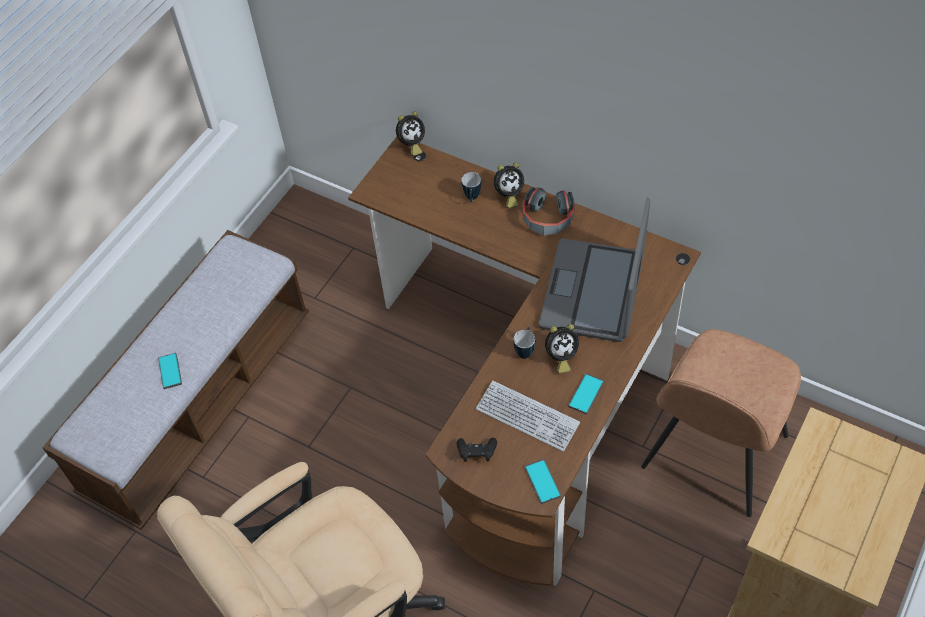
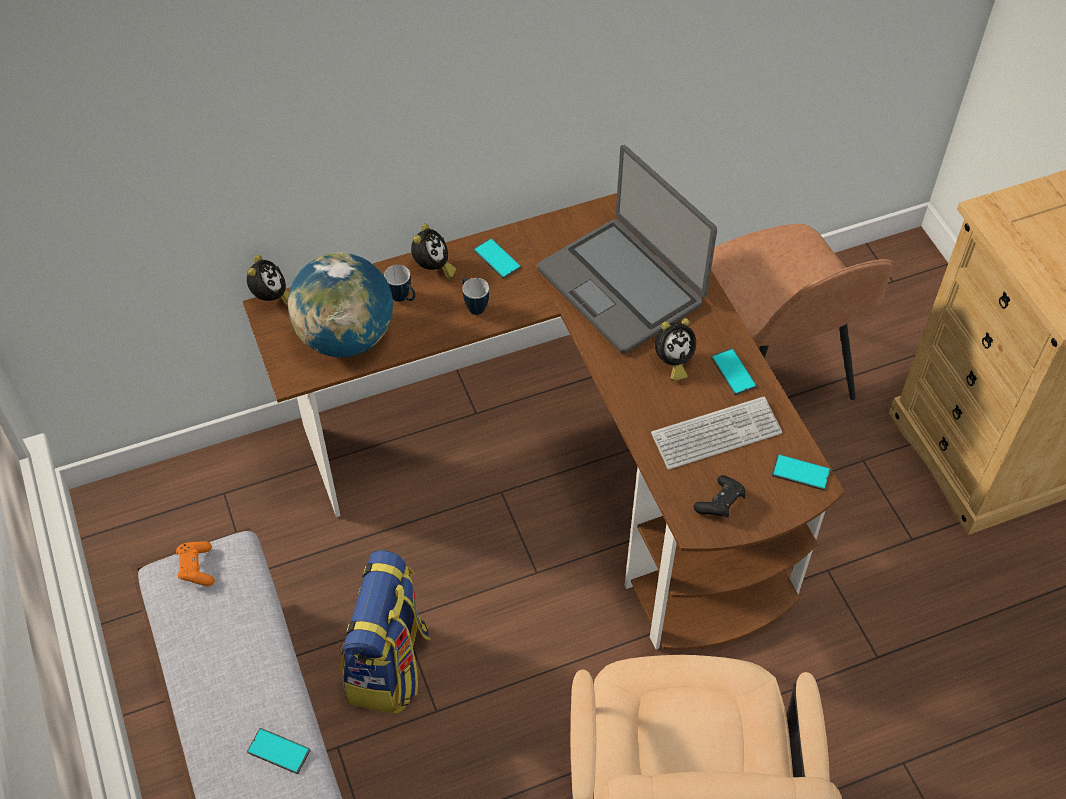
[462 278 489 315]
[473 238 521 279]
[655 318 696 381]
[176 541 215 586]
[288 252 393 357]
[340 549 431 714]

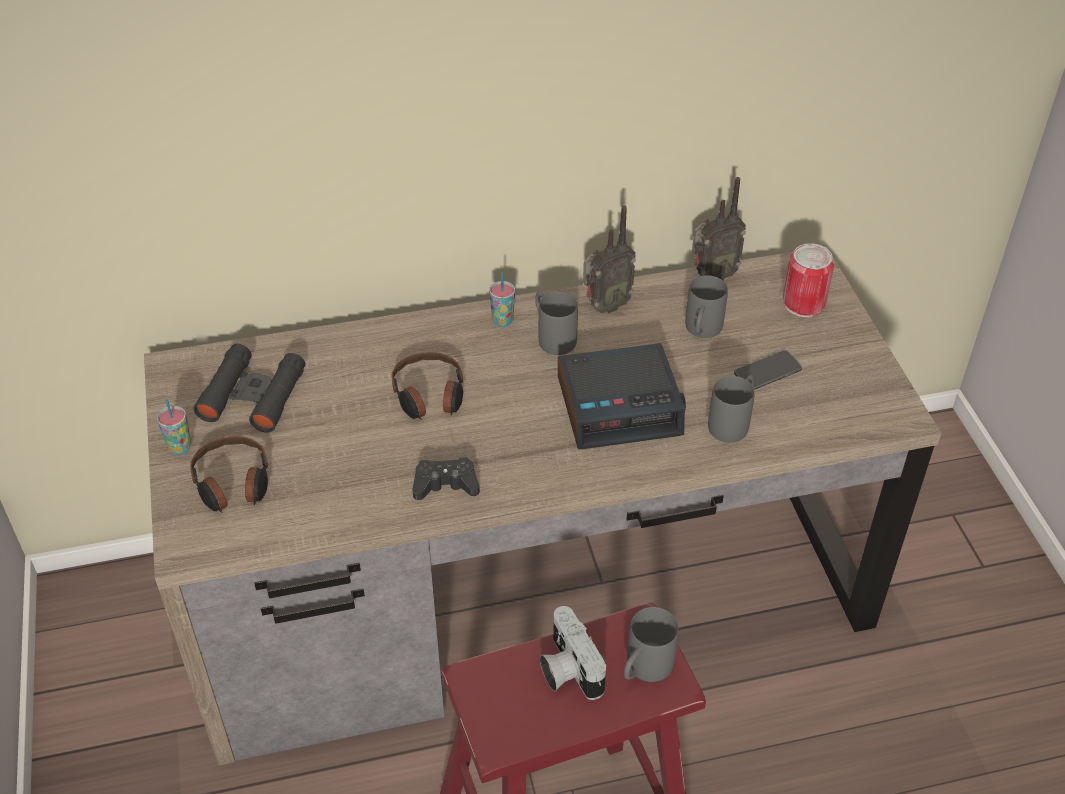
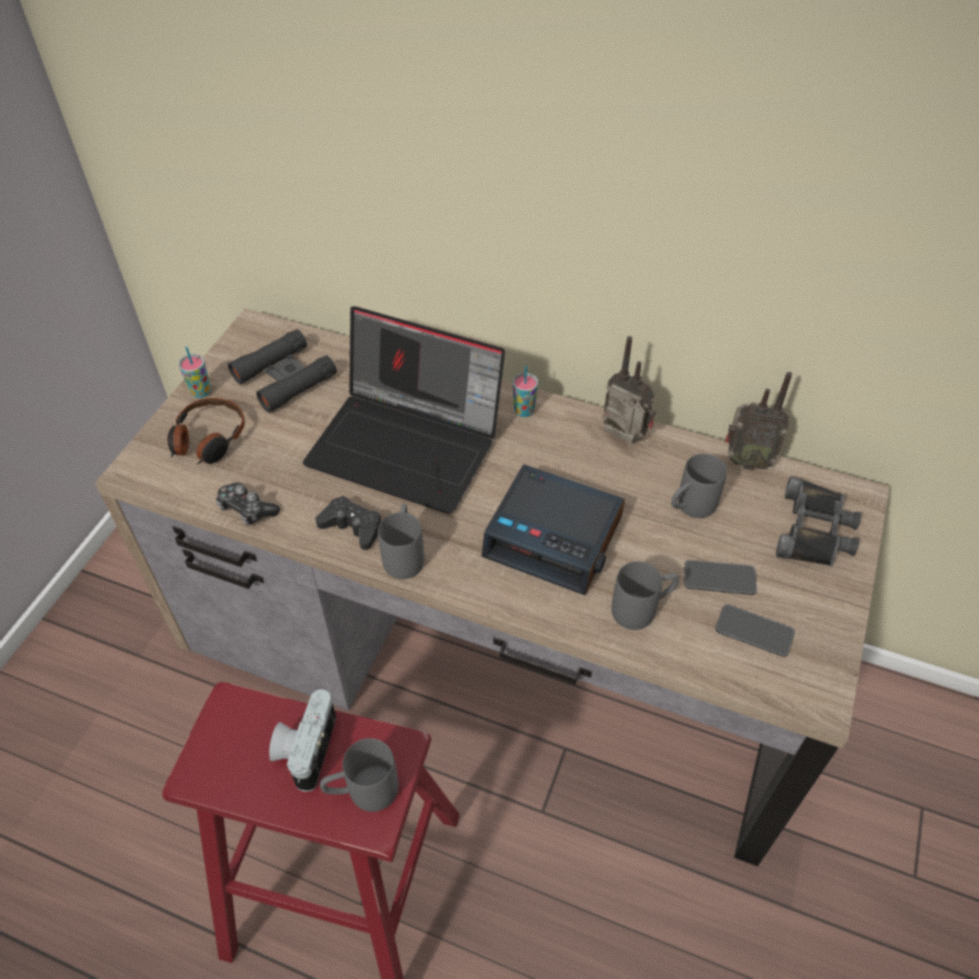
[303 306 505 514]
[378 504 424 579]
[602 336 656 444]
[776 476 861 566]
[216 483 280 526]
[716 604 795 657]

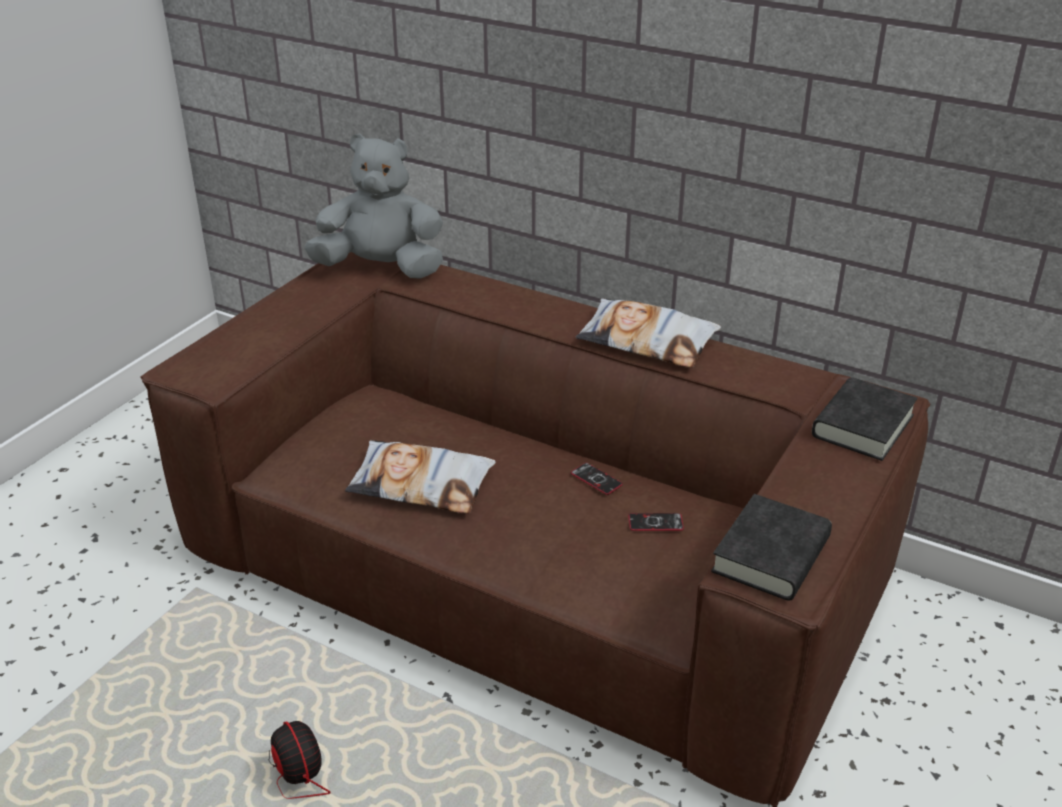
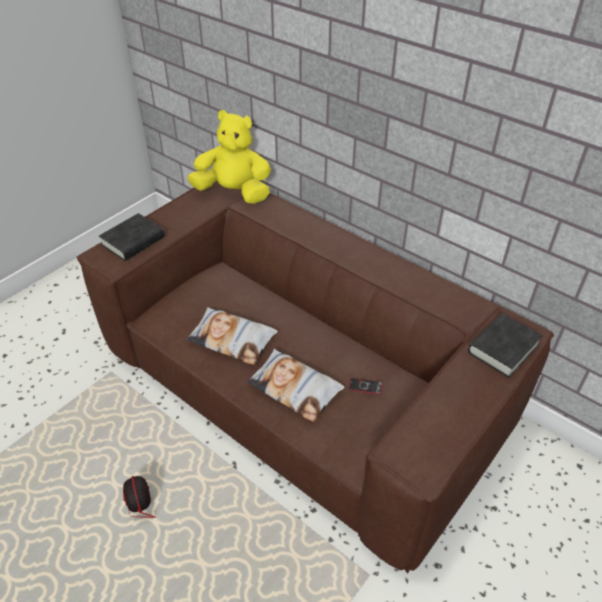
[187 110 271 204]
[571 463 623 495] (first image)
[247 348 345 422]
[99 213 165 261]

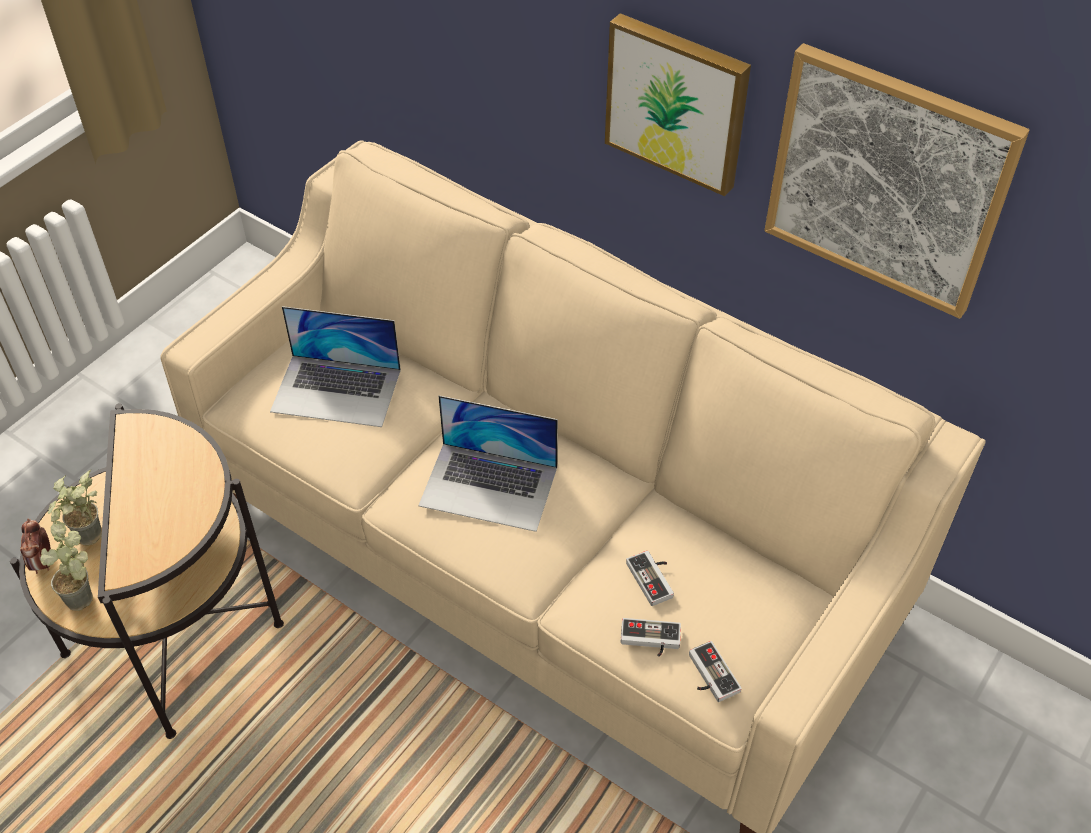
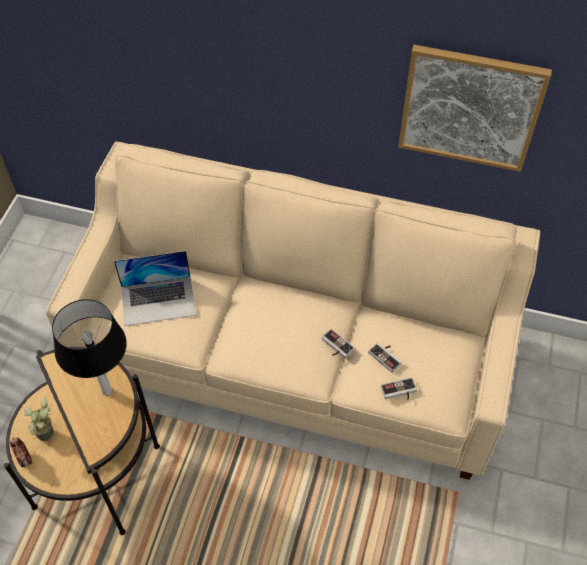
[41 521 93 611] (first image)
[418 396 558 532] (first image)
[605 13 751 196] (first image)
[322 329 355 358]
[52 299 127 395]

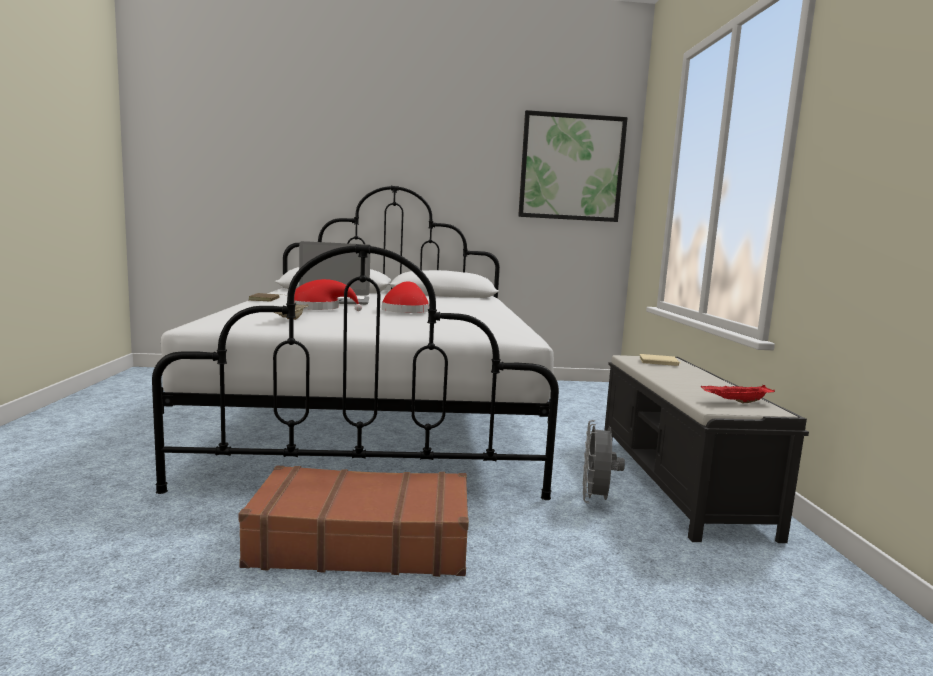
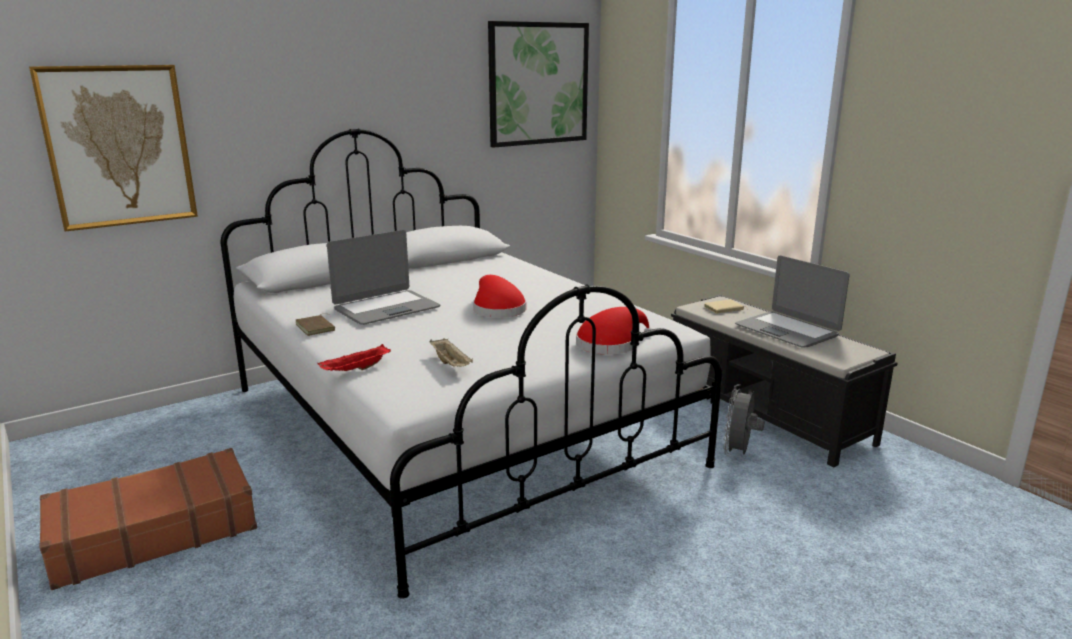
[40 448 257 590]
[576 307 652 355]
[723 384 765 456]
[318 344 391 371]
[29 65 198 231]
[735 255 850 348]

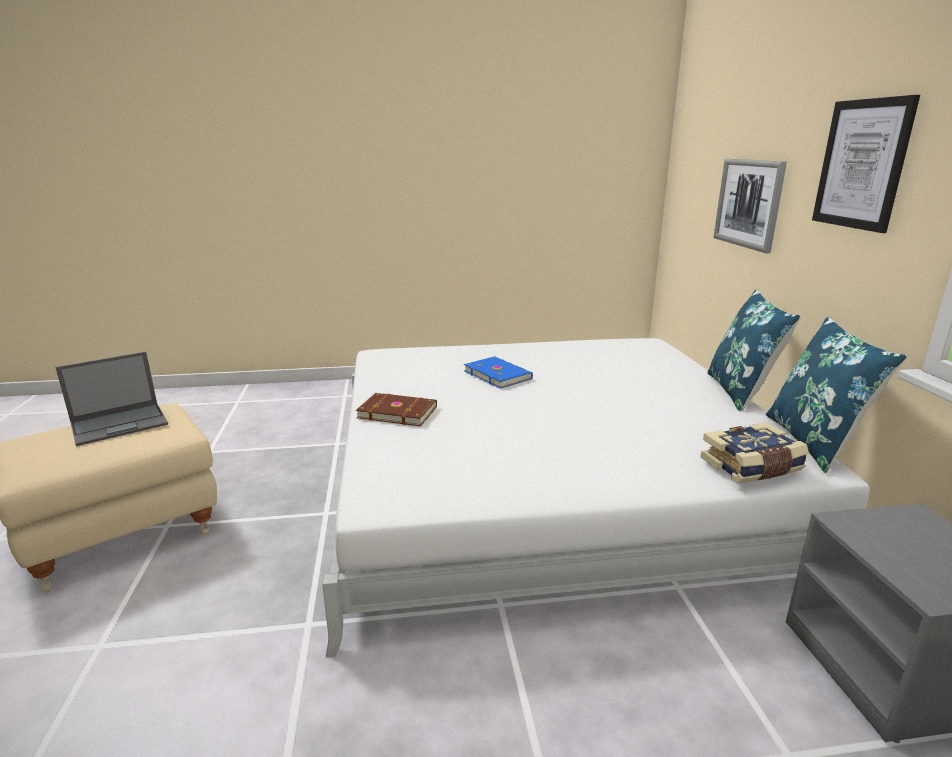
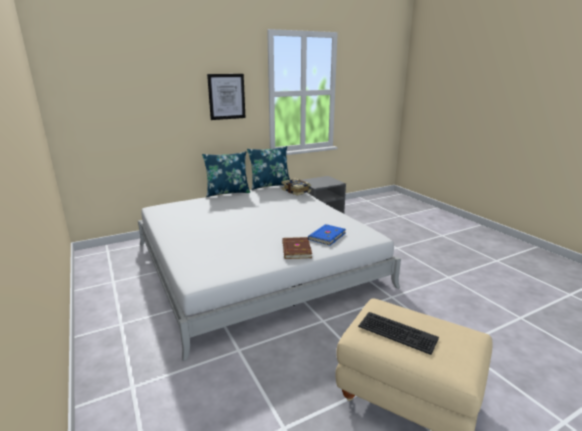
[358 312 439 355]
[308 224 346 246]
[714 159 787 253] (first image)

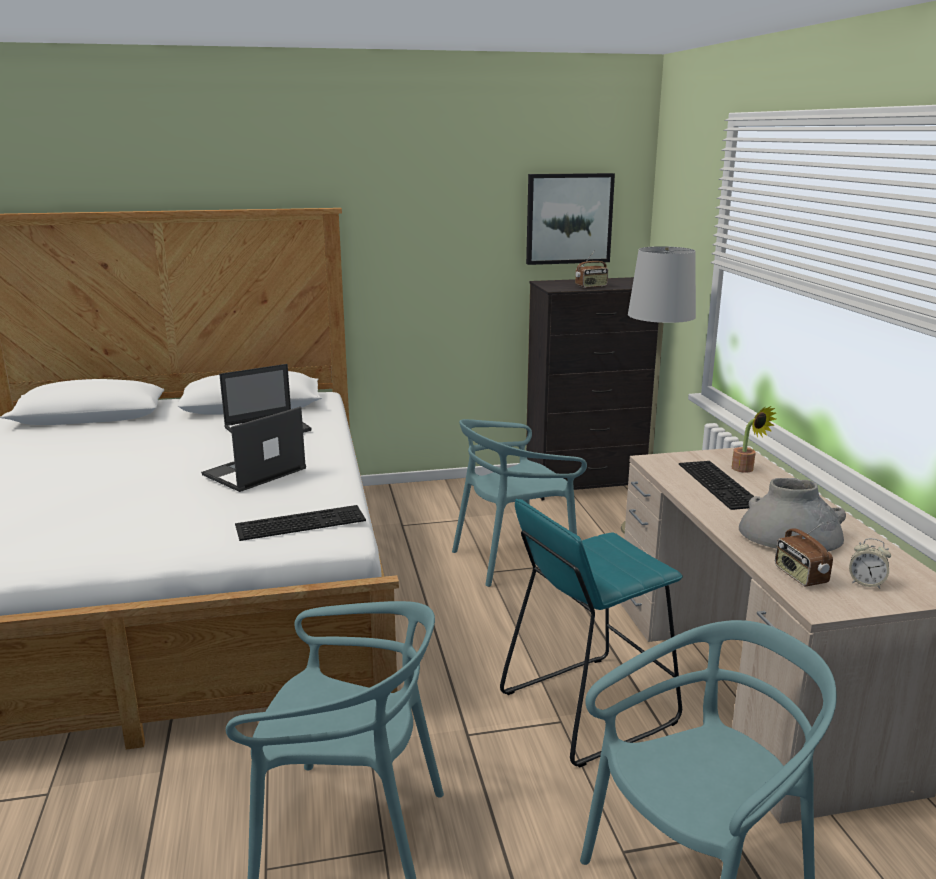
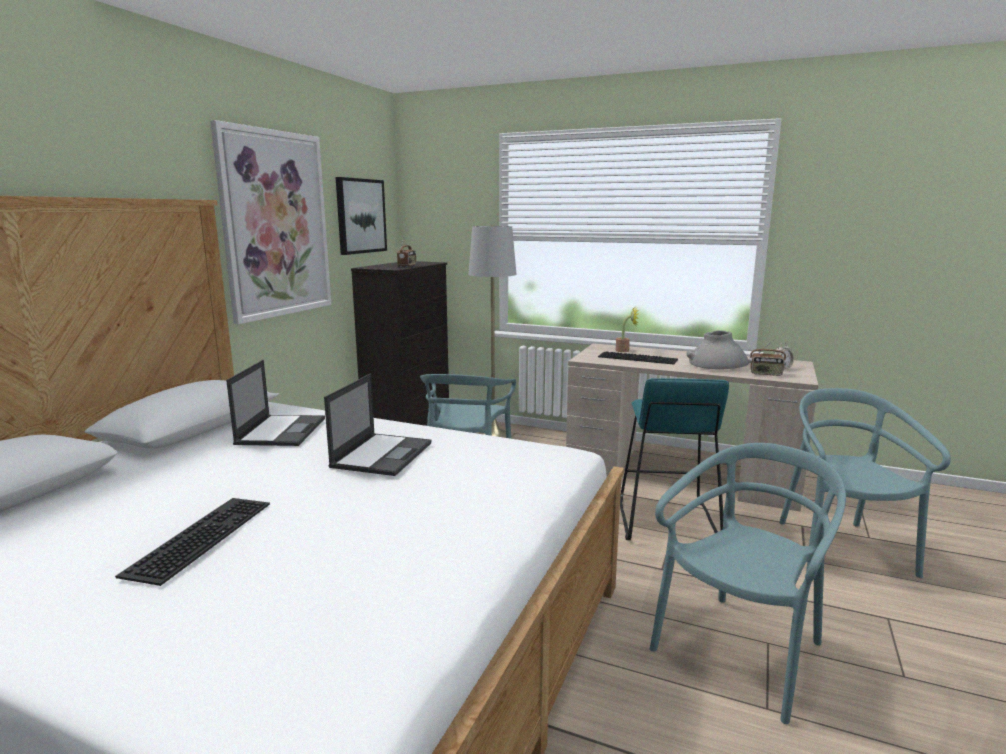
[324 374 431 476]
[115 498 270 586]
[210 120 331 324]

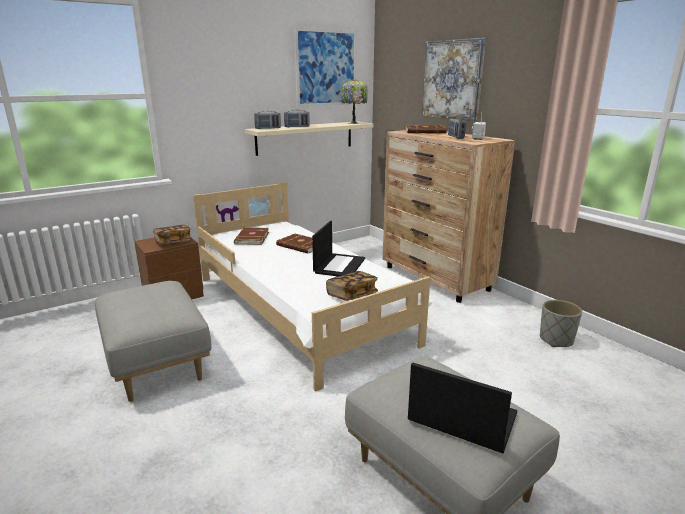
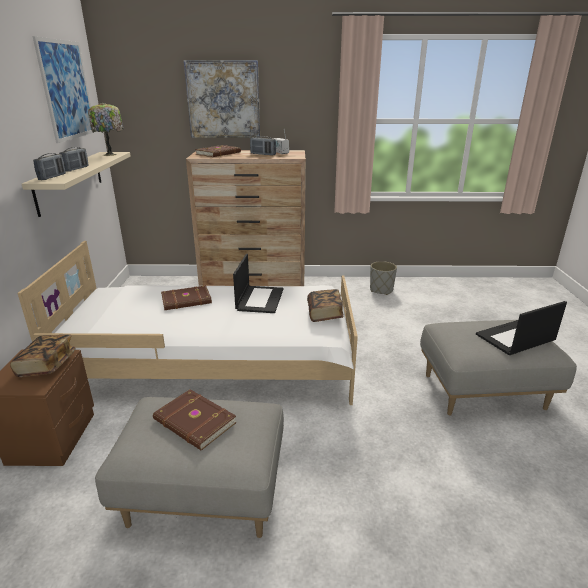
[153 389 237 450]
[233 254 284 313]

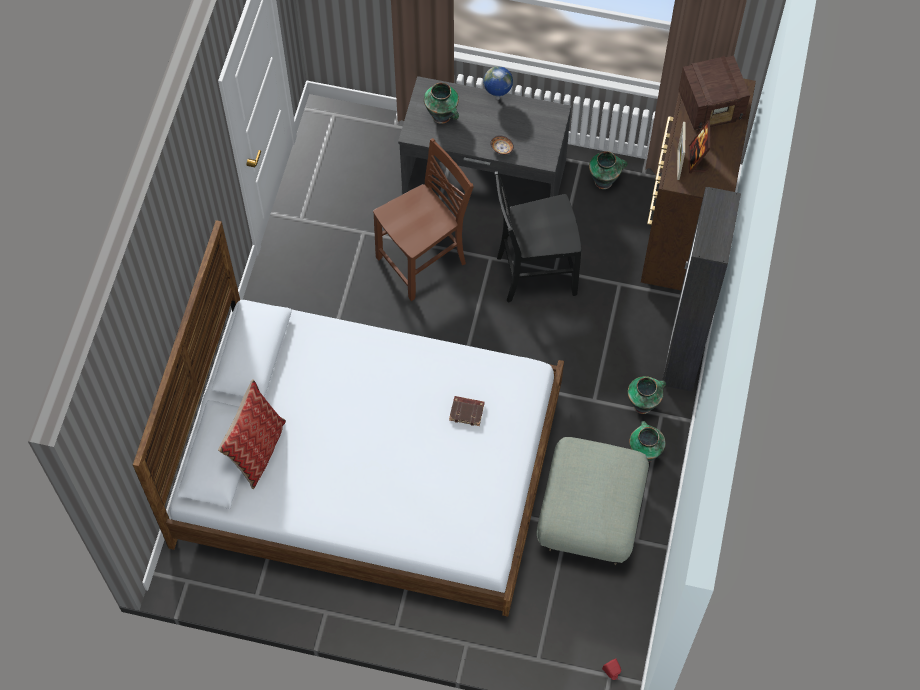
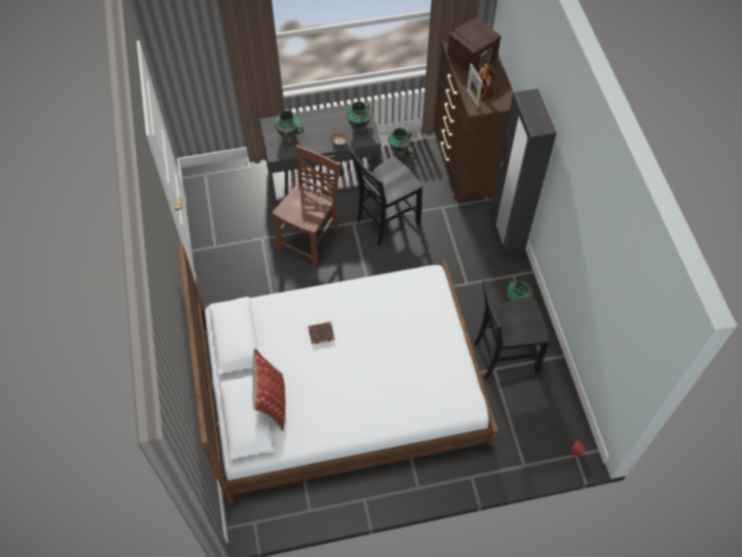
[308 322 335 344]
[483 66 513 100] (first image)
[474 279 550 379]
[346 101 372 133]

